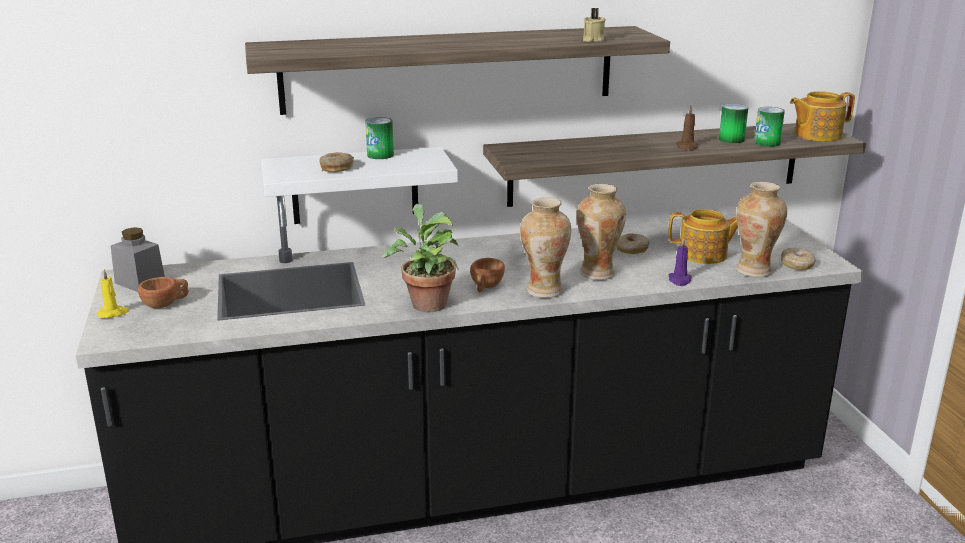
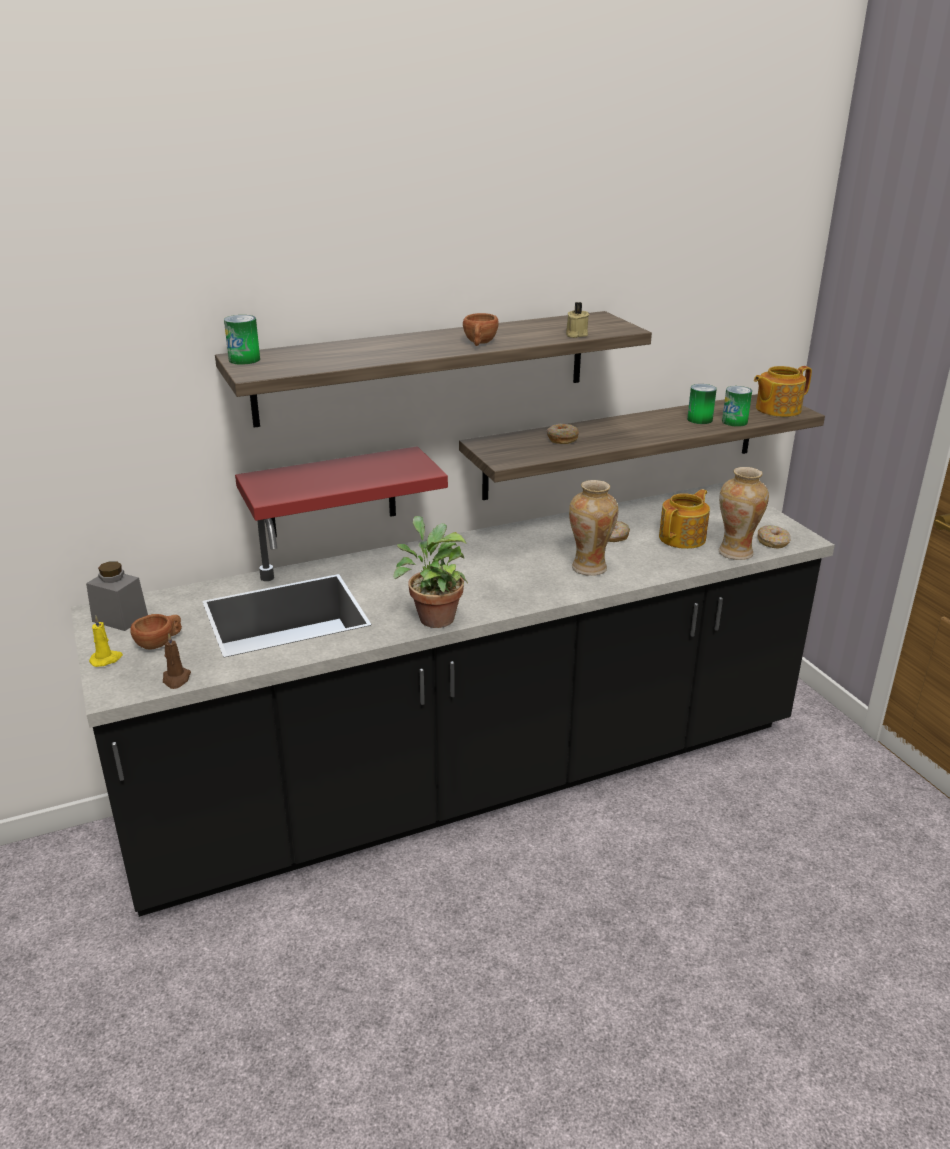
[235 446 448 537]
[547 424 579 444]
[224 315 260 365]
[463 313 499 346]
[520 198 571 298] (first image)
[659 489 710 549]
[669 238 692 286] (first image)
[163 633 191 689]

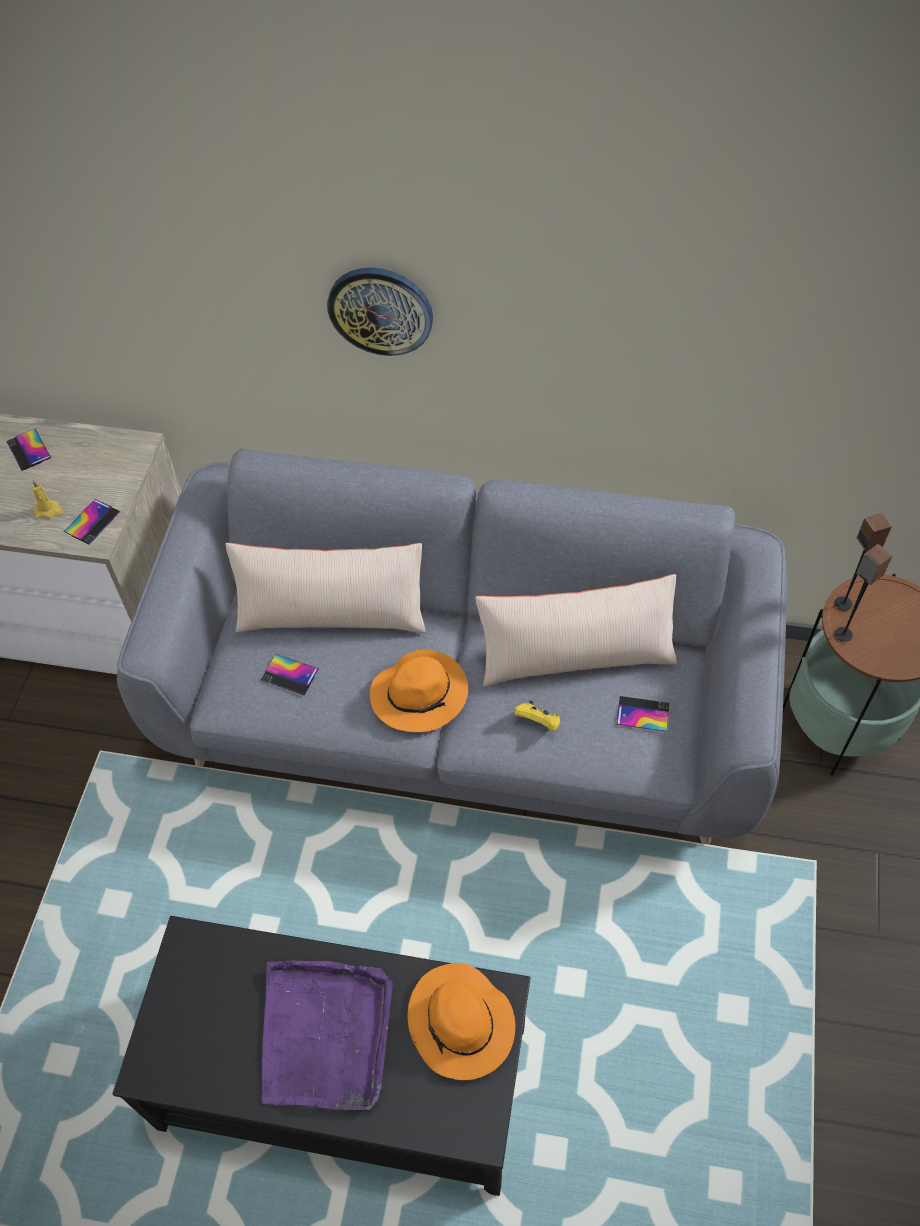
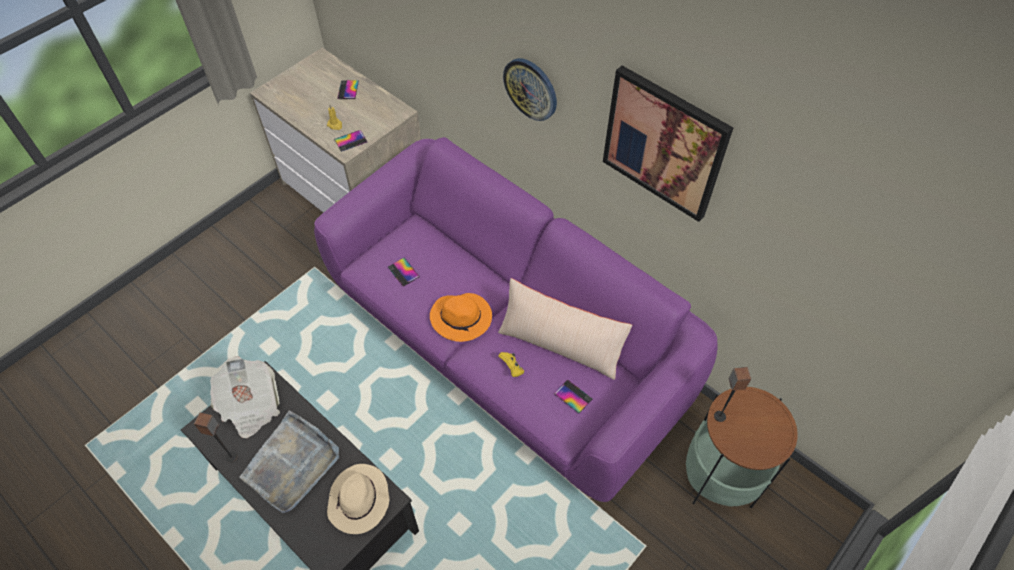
[314 137 718 502]
[226 543 426 633] (first image)
[239 410 339 513]
[327 464 389 534]
[194 412 238 463]
[210 356 280 438]
[603 66 733 222]

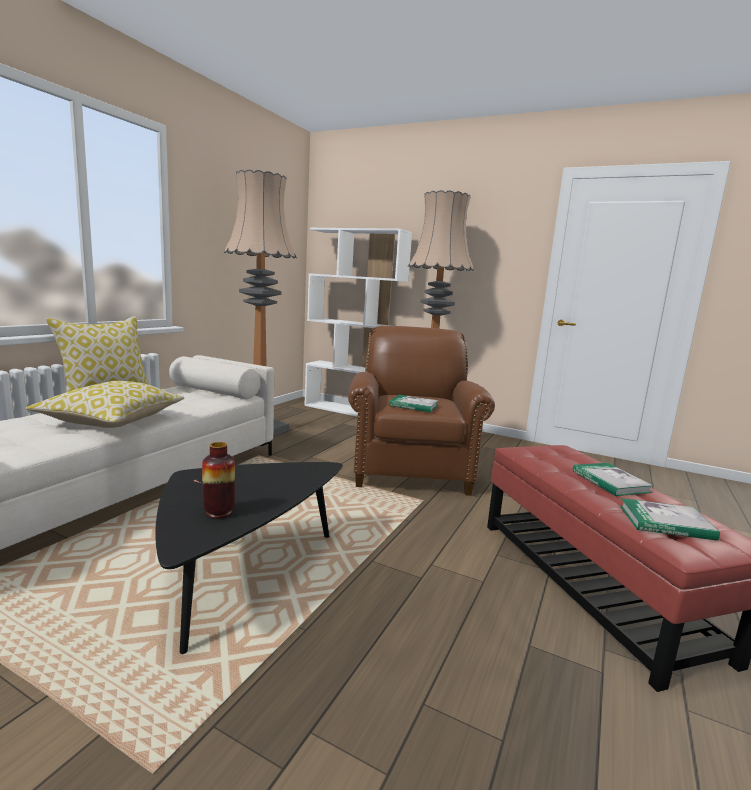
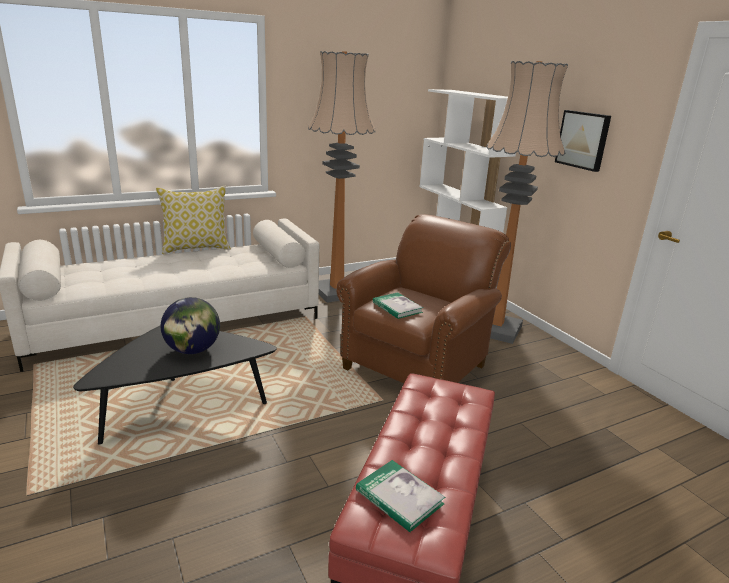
[26 381 185 428] (first image)
[202 442 235 519] (first image)
[573 463 654 496] (first image)
[161 297 220 354]
[555 110 611 172]

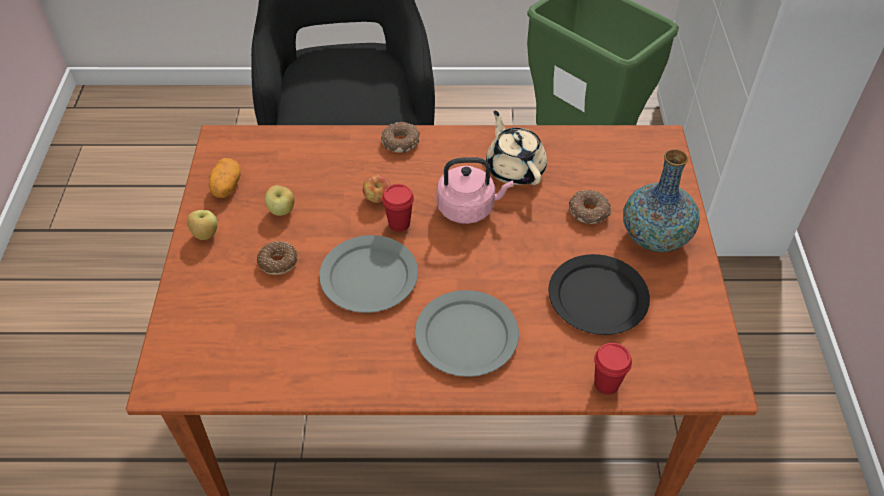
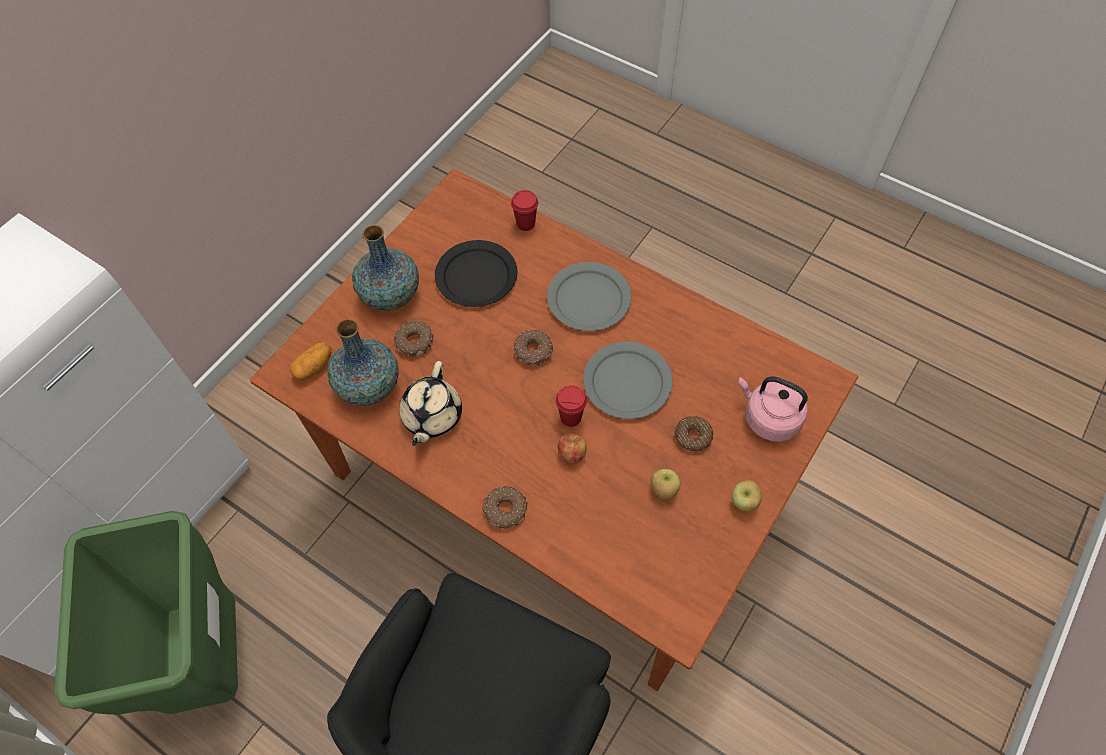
[290 342 332 379]
[738 376 808 441]
[327 319 399 406]
[514 330 553 365]

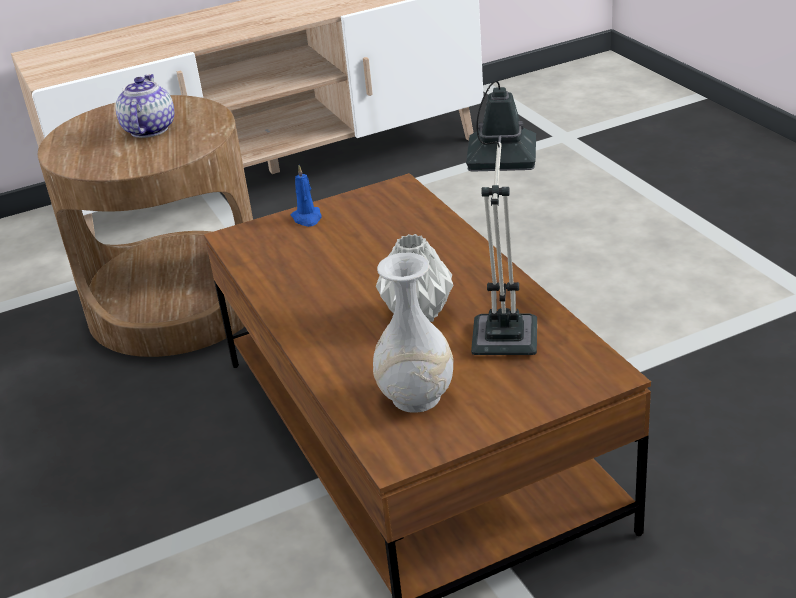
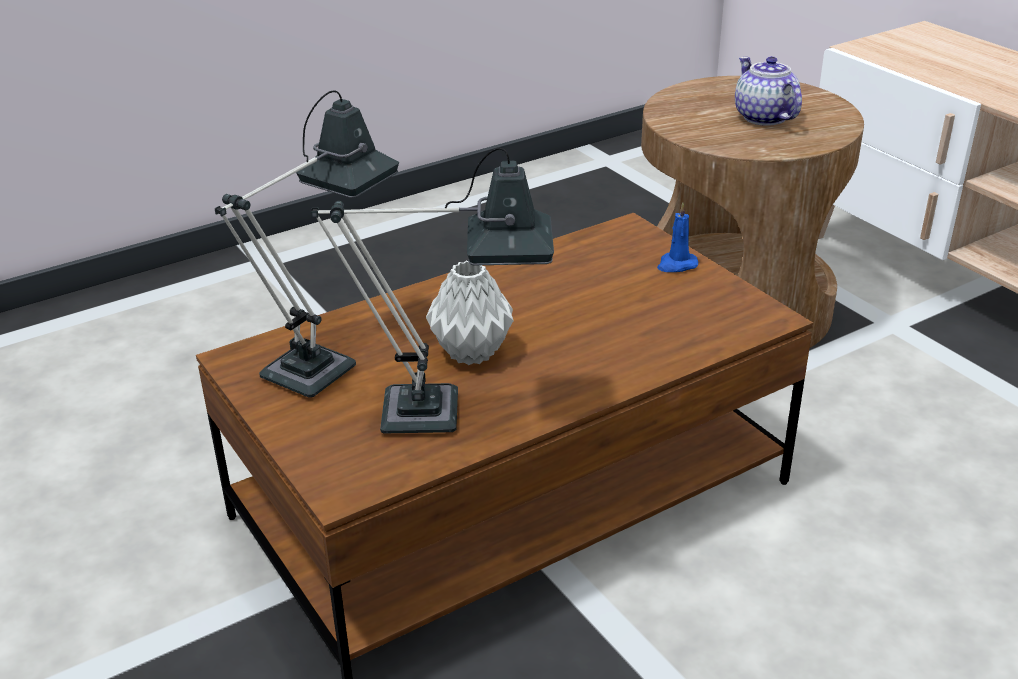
[735 56 802 126]
[215 90 399 398]

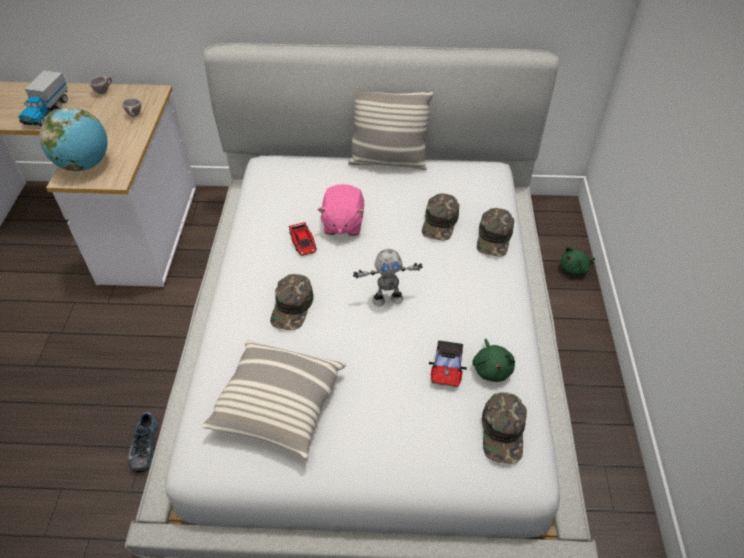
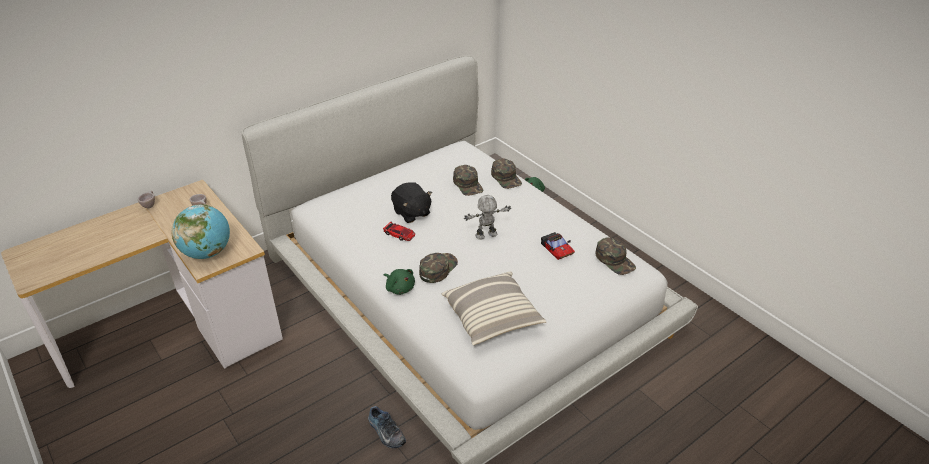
[18 71 68 126] (first image)
[419 253 458 283]
[391 182 432 223]
[348 92 433 170] (first image)
[464 195 511 240]
[384 269 415 295]

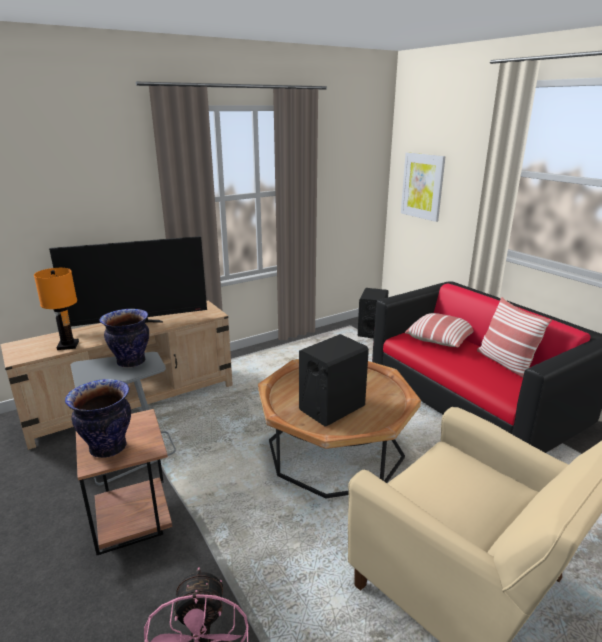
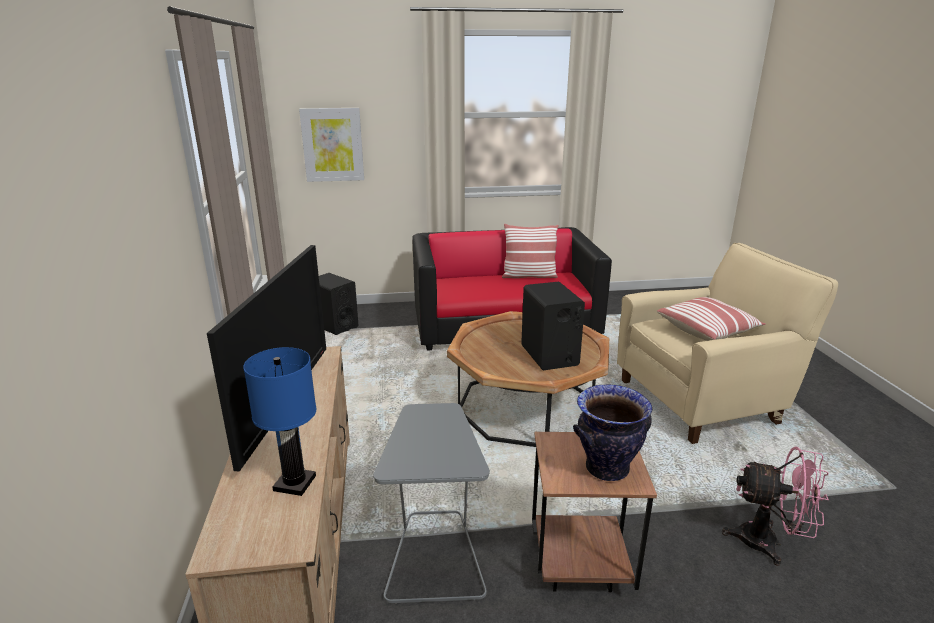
[243 347 316 496]
[100 309 149 368] (first image)
[657 297 766 341]

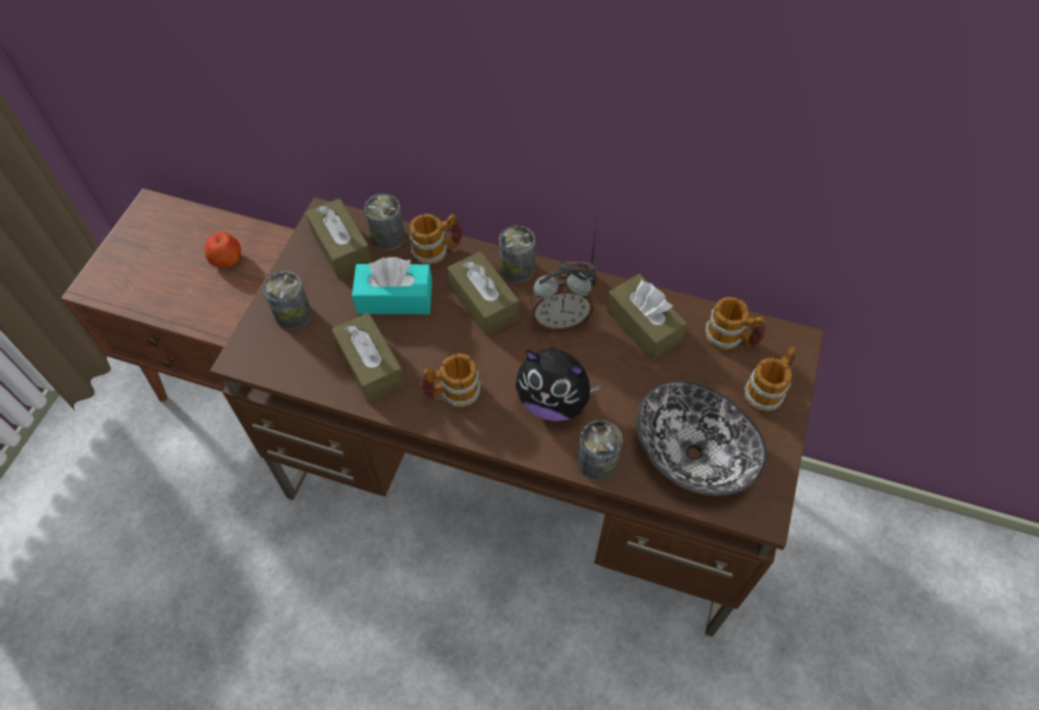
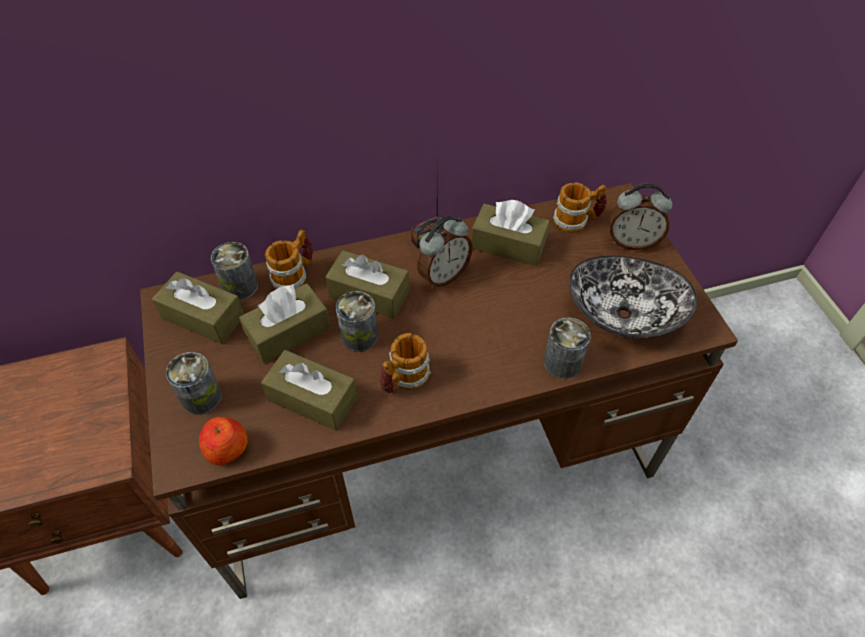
[199 417 248 465]
[239 283 331 363]
[336 291 378 352]
[516 346 602 421] (first image)
[609 183 672 250]

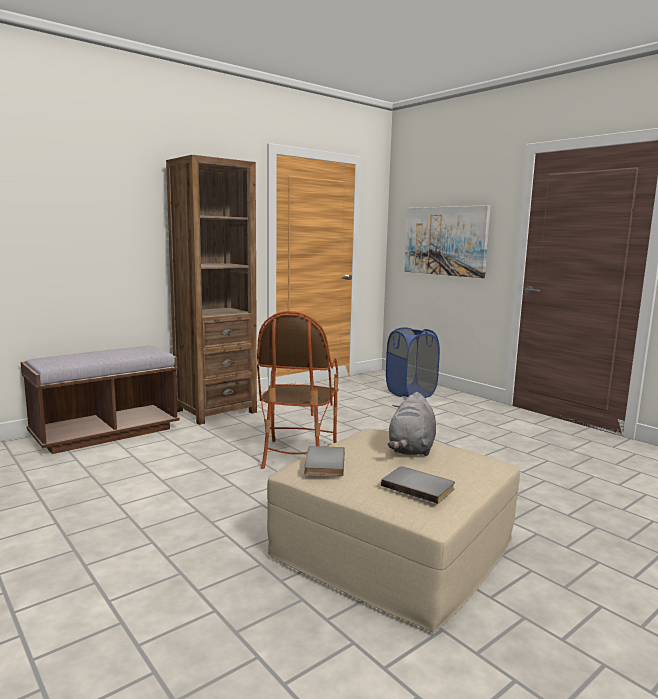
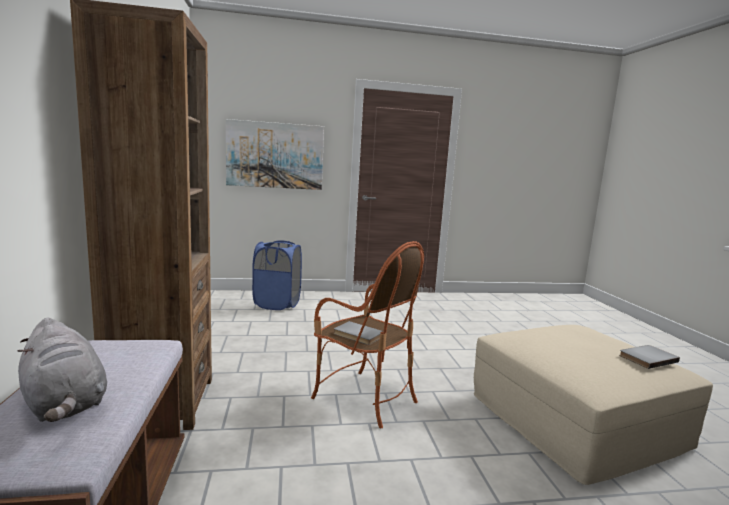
[334 321 383 345]
[18 318 107 422]

